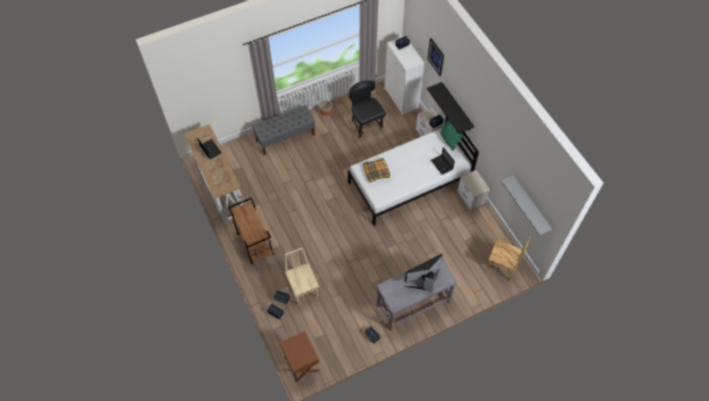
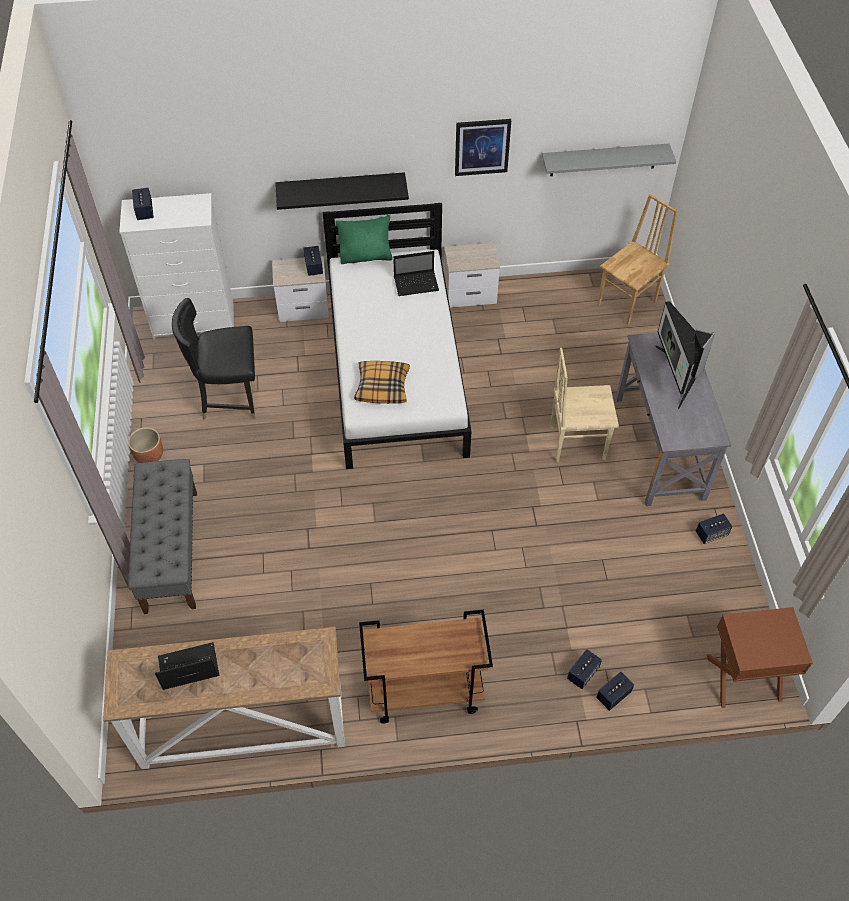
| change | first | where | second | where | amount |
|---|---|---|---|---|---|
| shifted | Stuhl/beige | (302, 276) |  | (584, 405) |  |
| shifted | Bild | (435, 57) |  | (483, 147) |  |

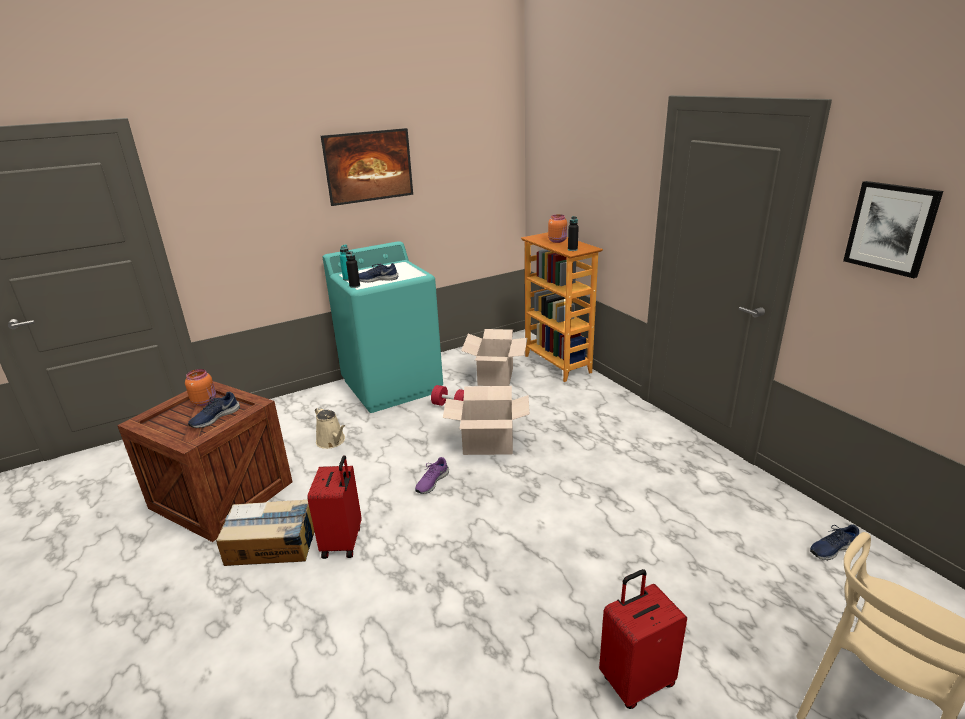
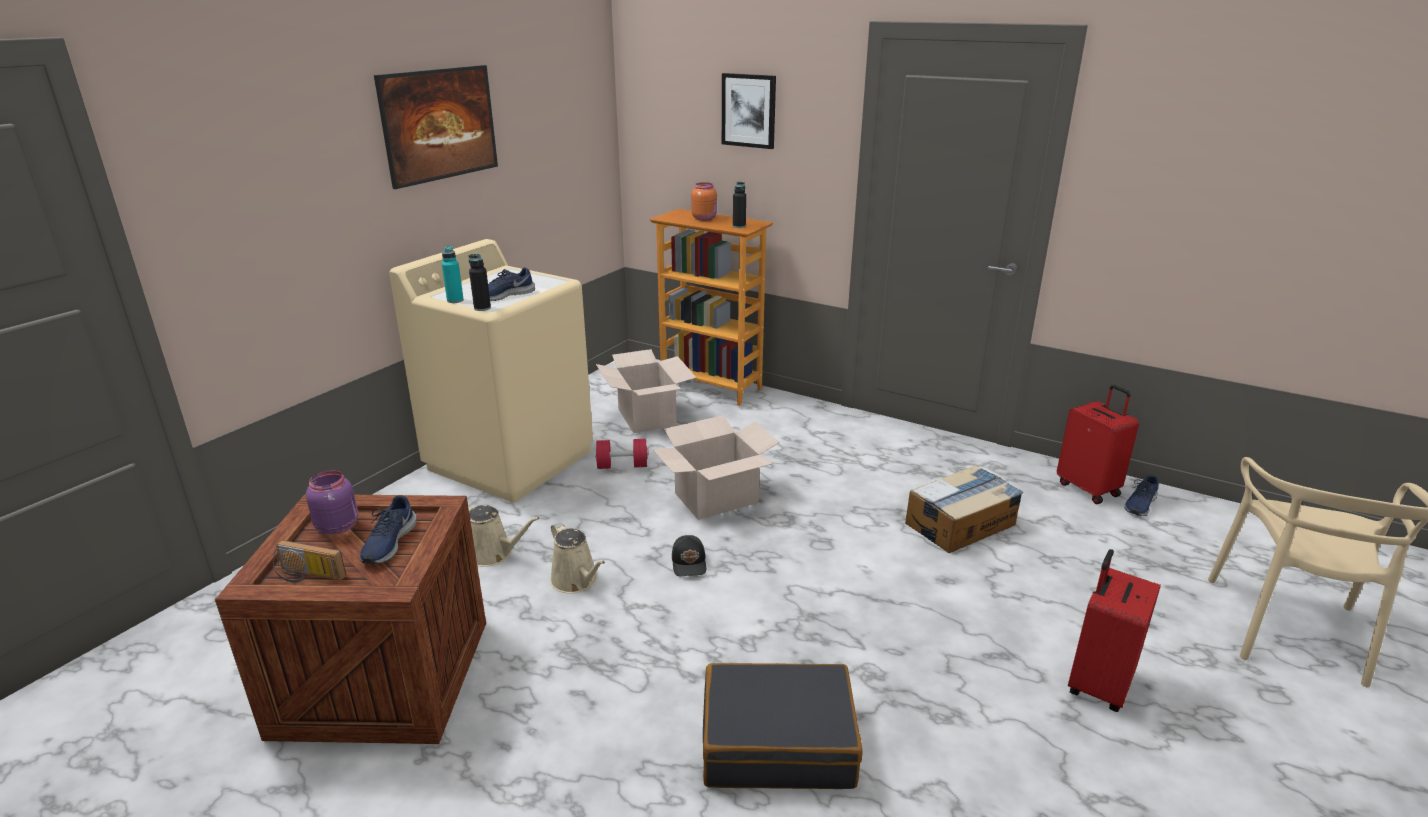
| change | first | where | second | where | amount |
|---|---|---|---|---|---|
| new |  |  | Radio | (309, 561) |  |
| new |  |  | Gießkanne/beige | (577, 557) |  |
| new |  |  | Koffer/schwarz | (783, 726) |  |
| shifted | Karton | (265, 532) |  | (964, 509) |  |
| shifted | Koffer/rot | (334, 507) |  | (1098, 444) |  |
| shifted | Bild | (893, 229) |  | (749, 111) |  |
| swapped | Schuh/lila | (432, 475) | Kappe/schwarz | (689, 555) |  |
| repainted | Vorratsglas/orange | (200, 387) | Vorratsglas/lila | (332, 503) |  |
| repainted | Waschmaschine/türkis | (383, 327) | Waschmaschine/beige | (491, 370) |  |

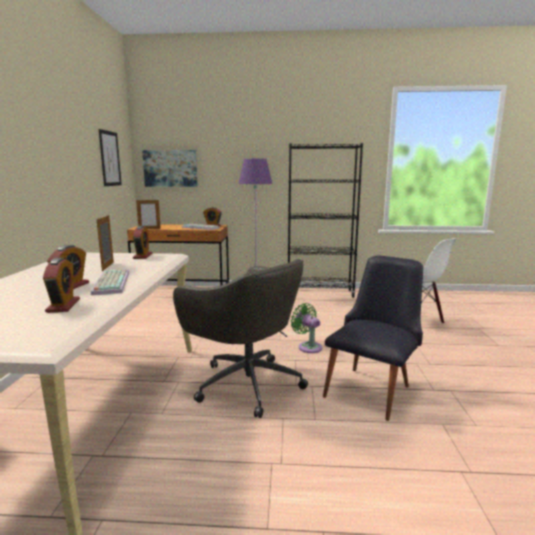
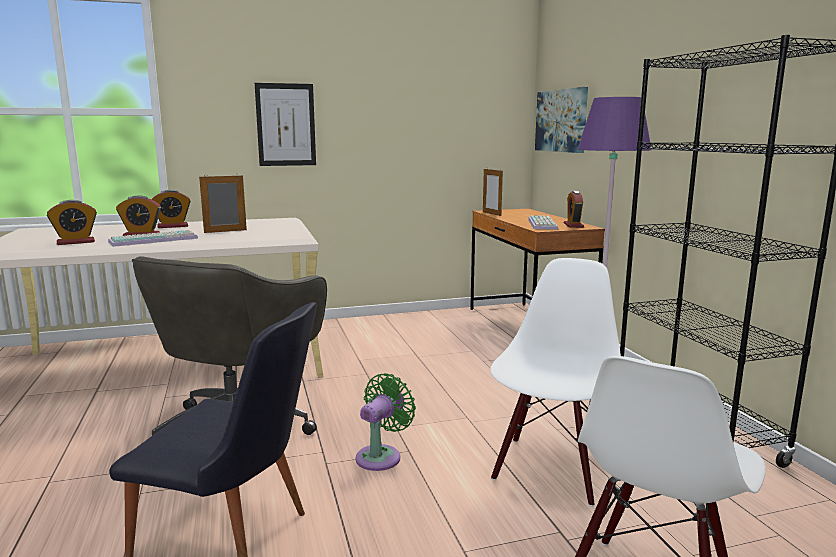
| change | first | where | second | where | amount |
|---|---|---|---|---|---|
| new |  |  | Stuhl/weiß | (555, 382) |  |
| shifted | Bild | (110, 157) |  | (285, 124) |  |
| shifted | Wecker | (142, 242) |  | (171, 209) |  |

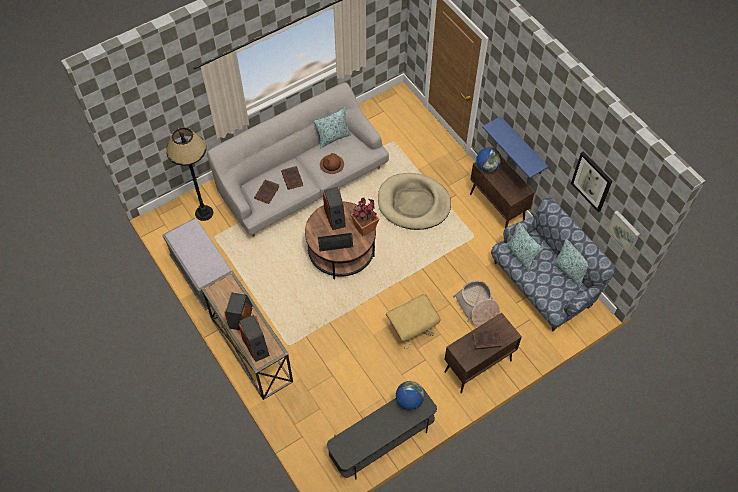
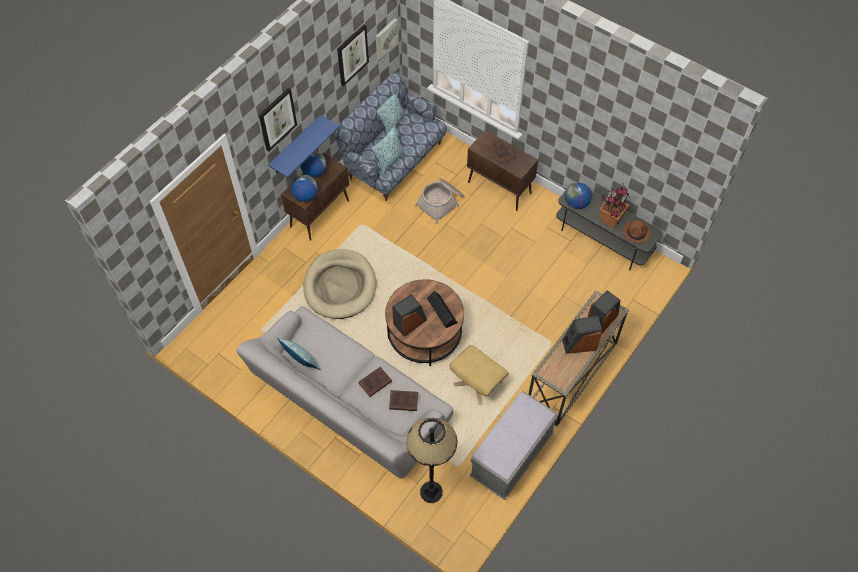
| change | first | where | second | where | amount |
|---|---|---|---|---|---|
| new |  |  | Bild | (278, 119) |  |
| new |  |  | Globus | (313, 164) |  |
| shifted | Hut/braun | (332, 163) |  | (636, 231) |  |
| shifted | Topfpflanze | (364, 216) |  | (615, 206) |  |
| shifted | Polsterhocker/beige | (413, 321) |  | (479, 375) |  |

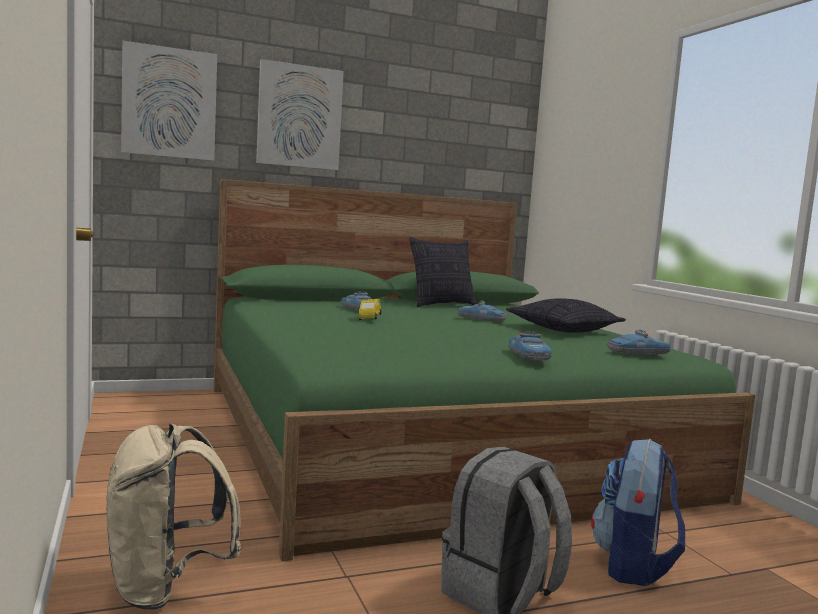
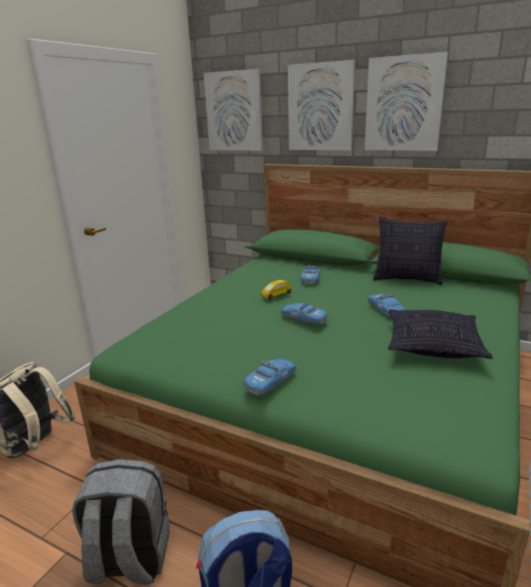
| change | first | where | second | where | amount |
|---|---|---|---|---|---|
| new |  |  | Bild | (406, 101) |  |
| shifted | Spielzeugauto | (639, 342) |  | (304, 313) |  |

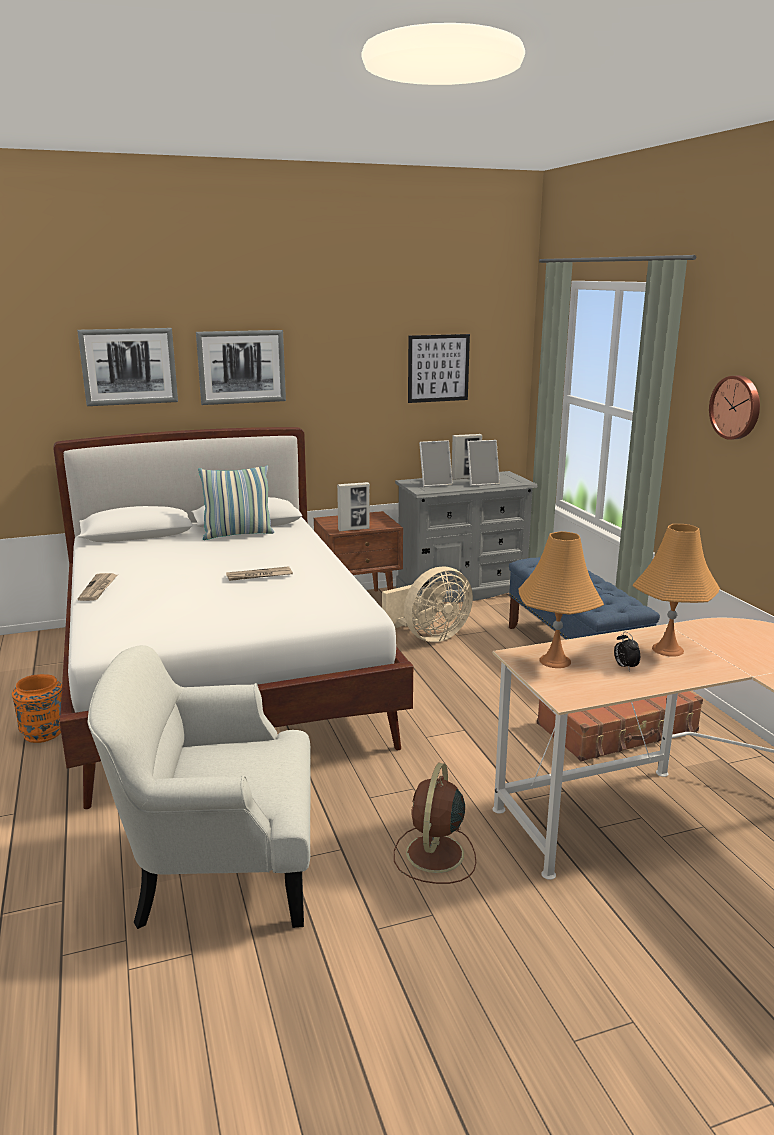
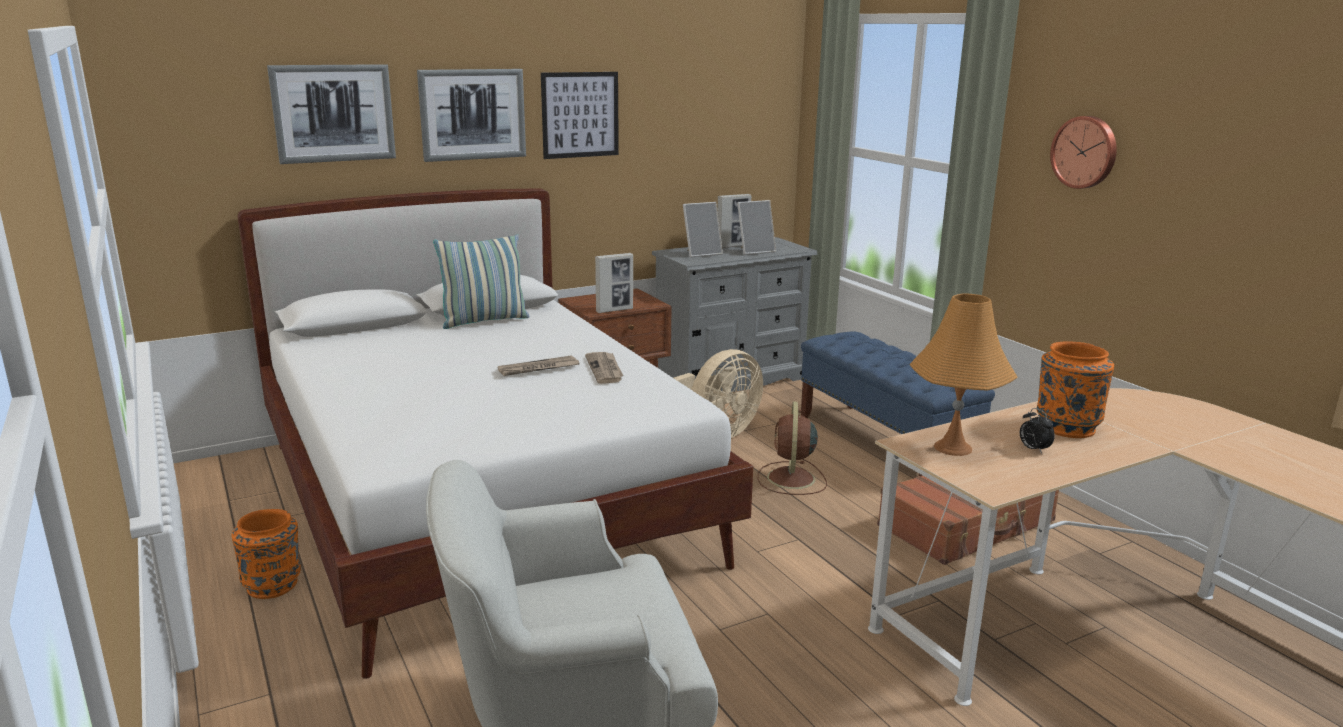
| change | first | where | second | where | amount |
|---|---|---|---|---|---|
| shifted | Zeitung | (97, 587) |  | (604, 368) |  |
| shifted | Ventilator/braun | (435, 823) |  | (792, 448) |  |
| shifted | Bild | (439, 368) |  | (580, 115) |  |
| swapped | Tischlampe/orange | (676, 590) | Vase/orange | (1075, 389) |  |

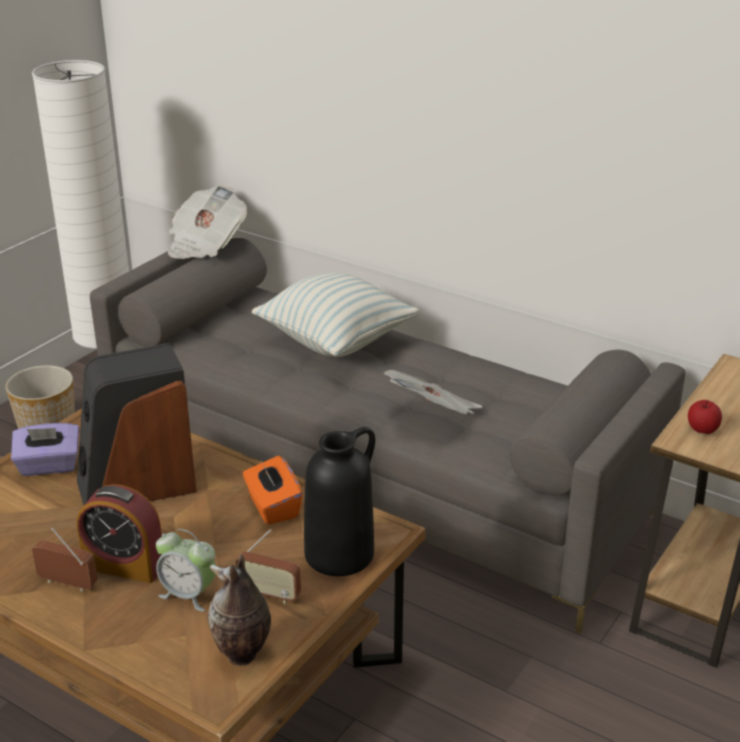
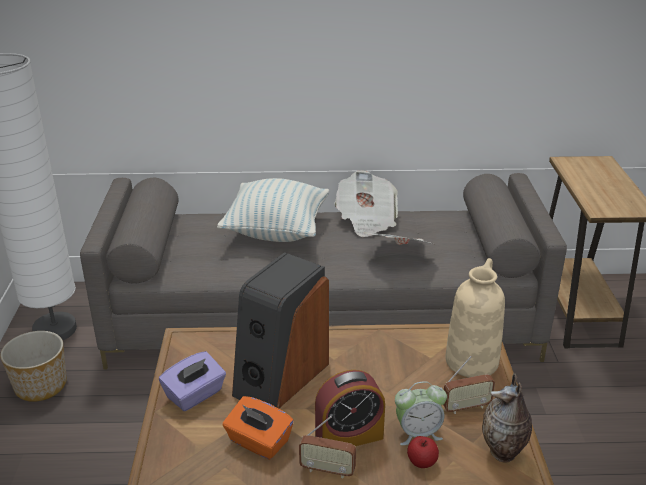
| change | first | where | second | where | amount |
|---|---|---|---|---|---|
| shifted | Zeitung | (207, 222) |  | (366, 203) |  |
| shifted | Taschentuchbox/orange | (273, 490) |  | (258, 428) |  |
| shifted | Apfel | (705, 417) |  | (423, 452) |  |
| repainted | Vase/schwarz | (339, 501) | Vase/beige | (475, 317) |  |
| rotated | Radio | (65, 559) |  | (327, 447) | 150 degrees counterclockwise |

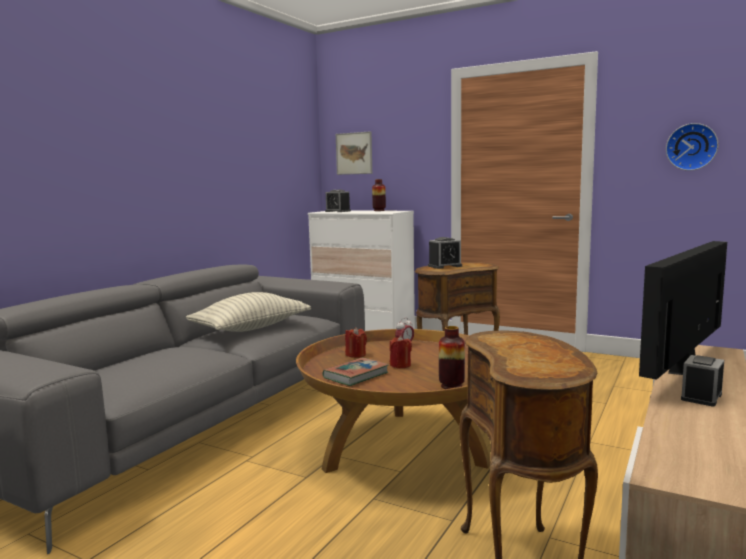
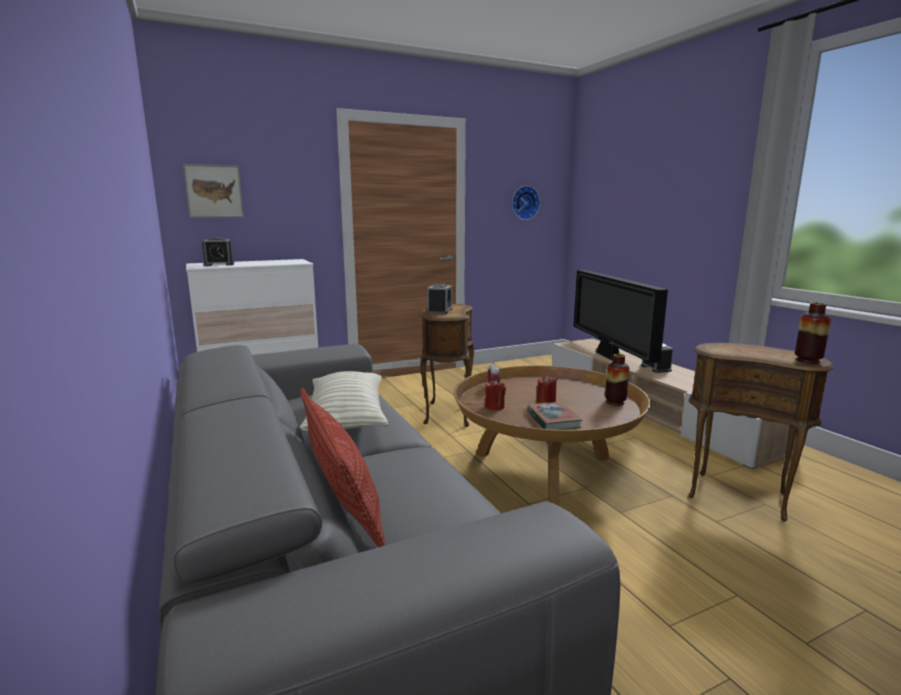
| change | first | where | second | where | amount |
|---|---|---|---|---|---|
| new |  |  | Kissen | (343, 467) |  |
| shifted | Vase | (379, 195) |  | (813, 333) |  |

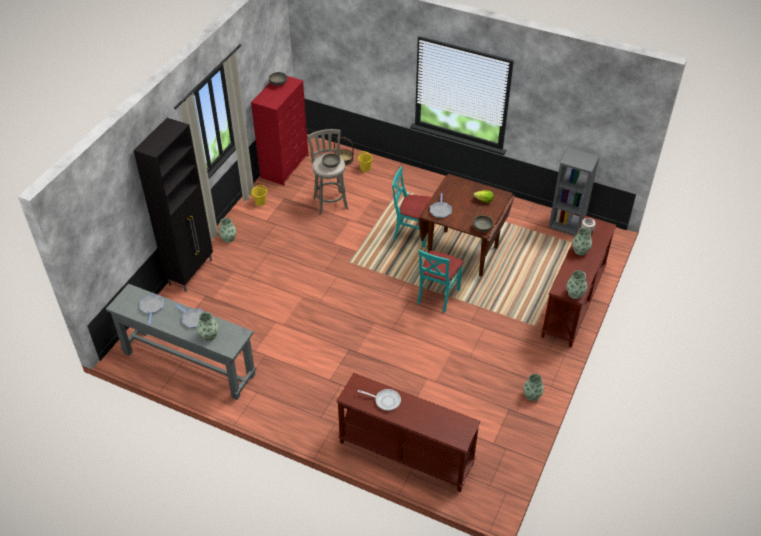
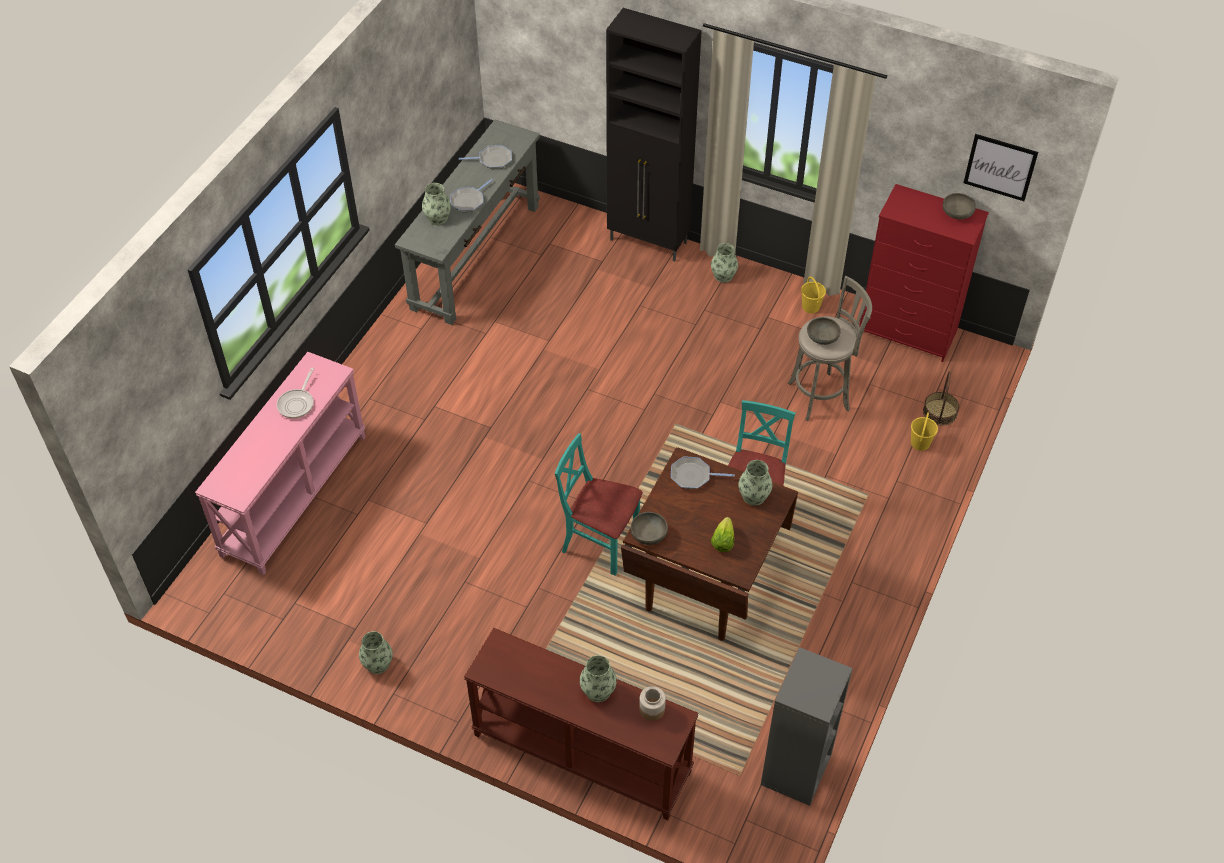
| change | first | where | second | where | amount |
|---|---|---|---|---|---|
| new |  |  | Bild | (1001, 167) |  |
| shifted | Vase | (577, 284) |  | (756, 483) |  |
| repainted | Konsolentisch/braun | (408, 432) | Konsolentisch/rosa | (280, 463) |  |

